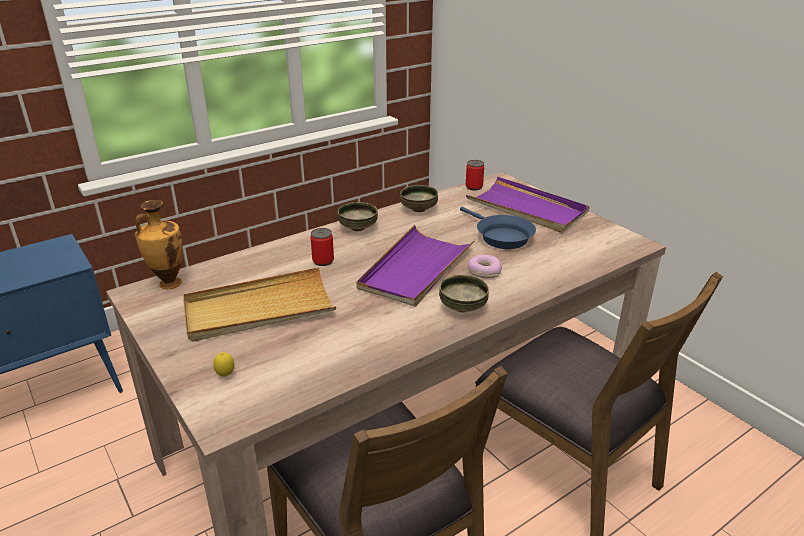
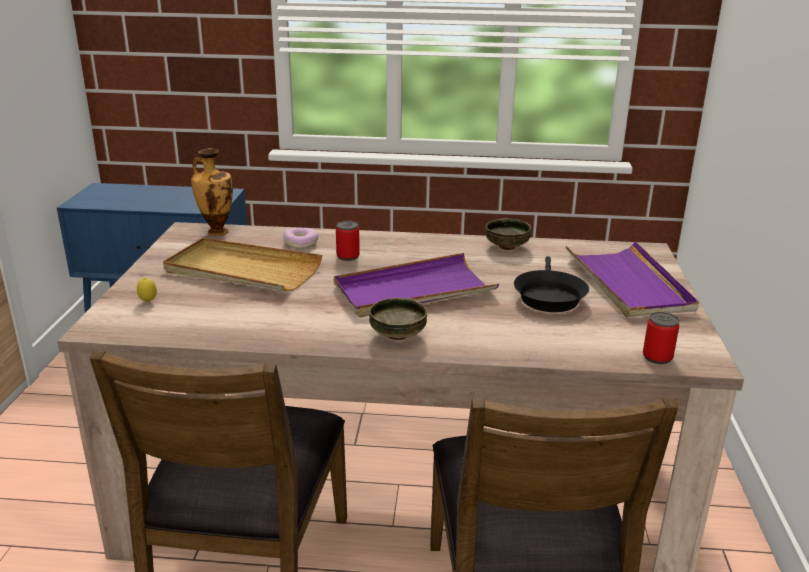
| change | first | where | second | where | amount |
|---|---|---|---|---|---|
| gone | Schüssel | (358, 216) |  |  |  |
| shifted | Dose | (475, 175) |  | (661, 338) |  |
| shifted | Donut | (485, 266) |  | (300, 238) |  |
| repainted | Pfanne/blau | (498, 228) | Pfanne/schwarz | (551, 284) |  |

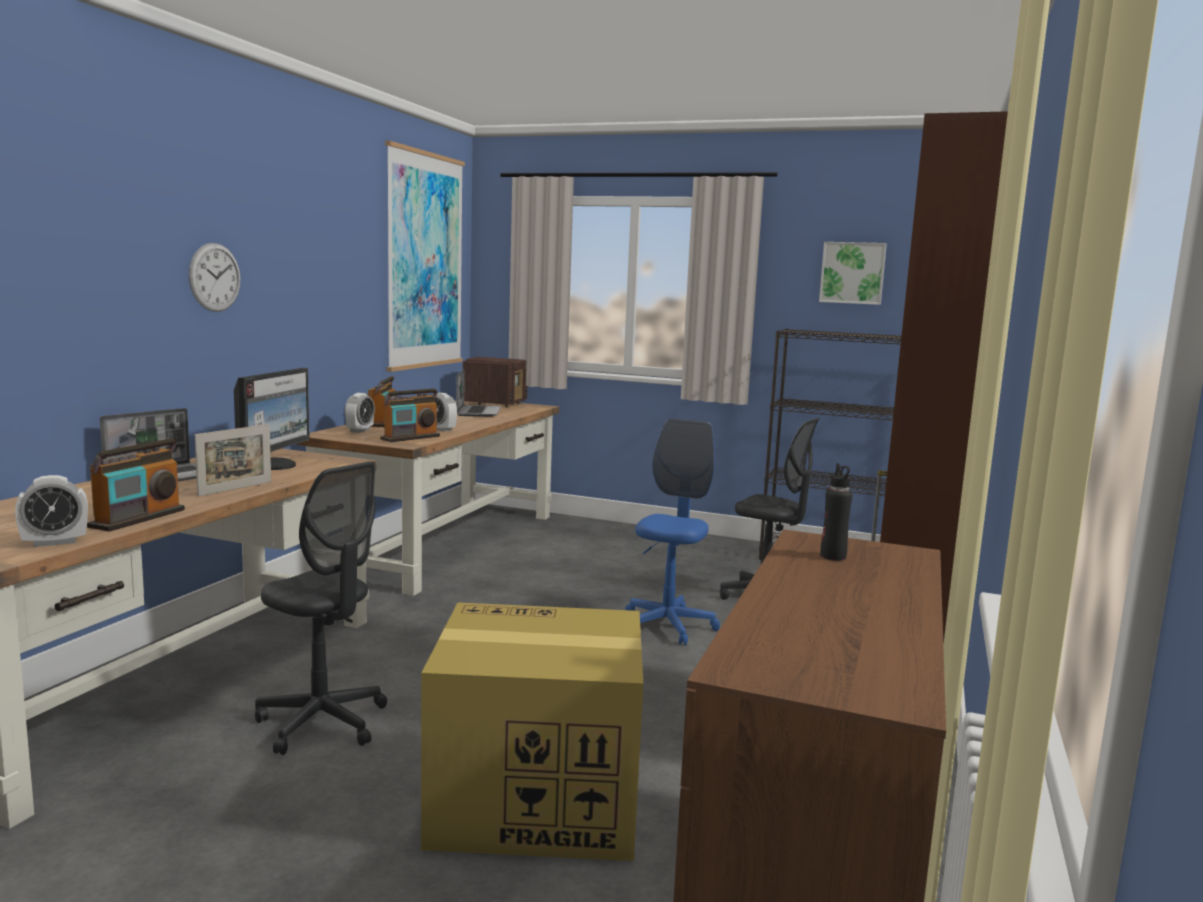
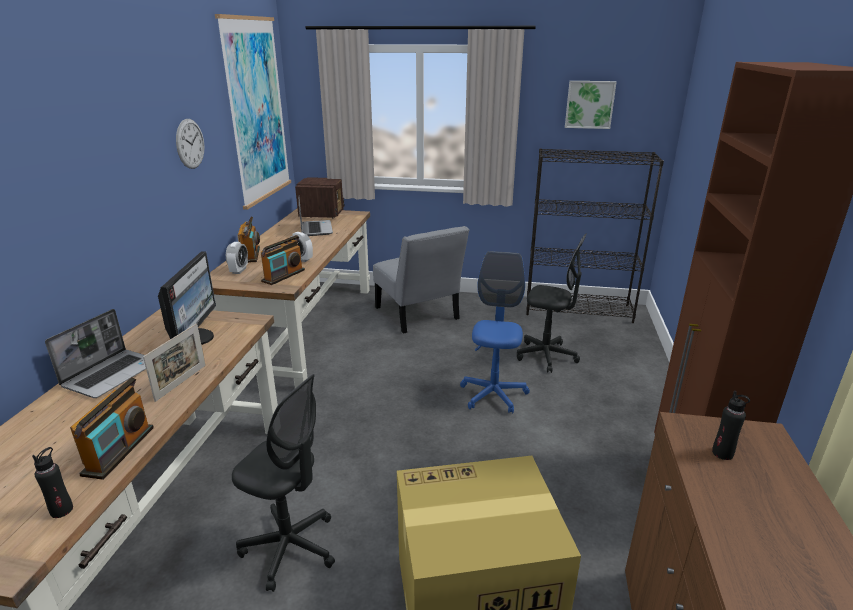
| change | first | where | second | where | amount |
|---|---|---|---|---|---|
| new |  |  | Stuhl/grau | (421, 280) |  |
| shifted | Wanduhr | (215, 277) |  | (190, 144) |  |
| swapped | Wecker | (51, 511) | Flasche/schwarz | (52, 482) |  |

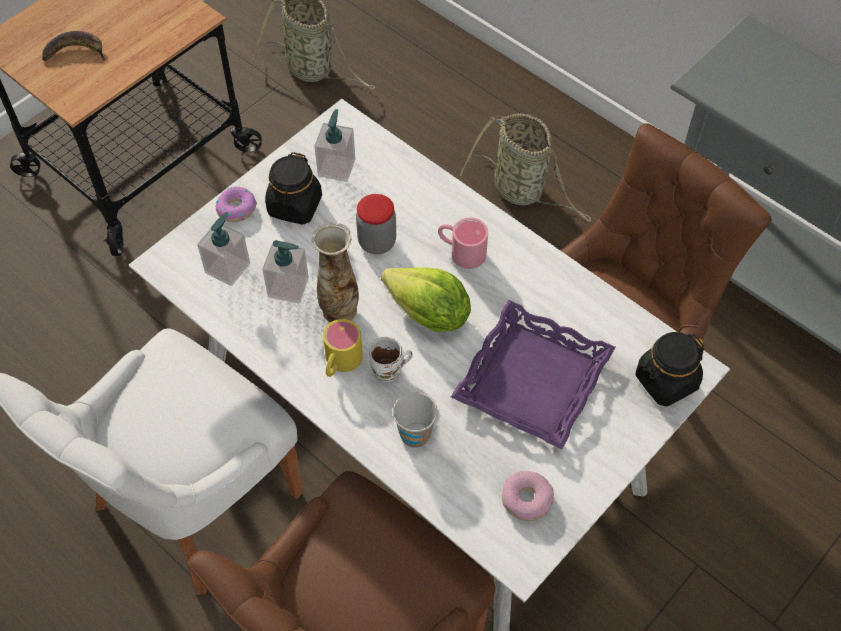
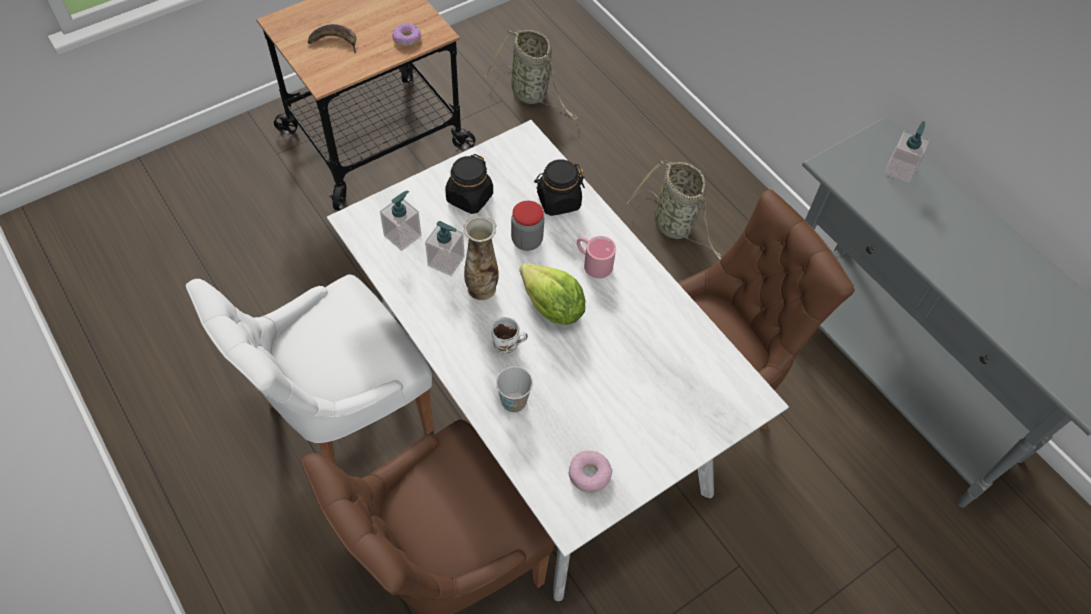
| change | first | where | second | where | amount |
|---|---|---|---|---|---|
| gone | Henkelbecher/gelb | (343, 348) |  |  |  |
| gone | Tablett/lila | (533, 374) |  |  |  |
| shifted | Donut | (236, 204) |  | (406, 34) |  |
| shifted | Seifenspender | (334, 145) |  | (907, 152) |  |
| shifted | Vorratsglas/schwarz | (670, 369) |  | (559, 187) |  |

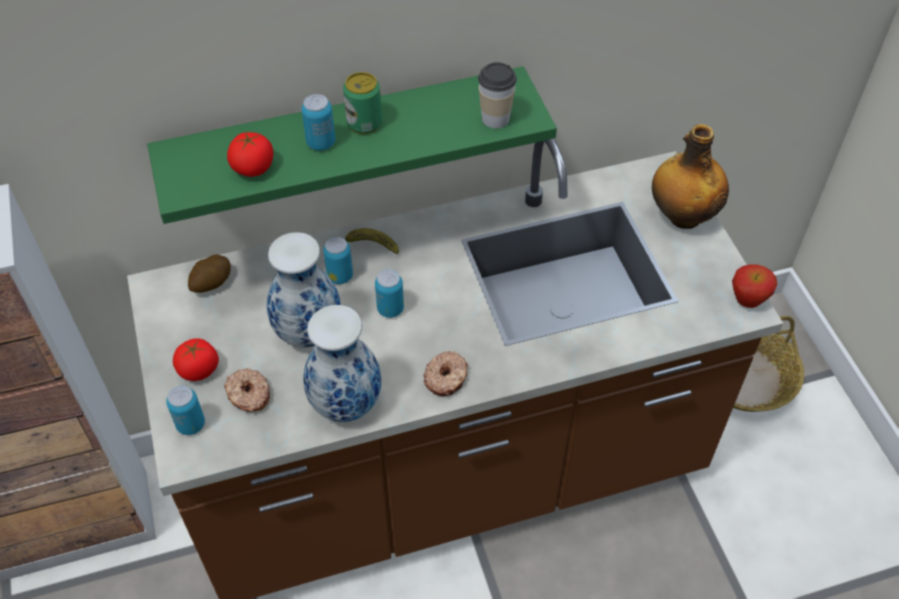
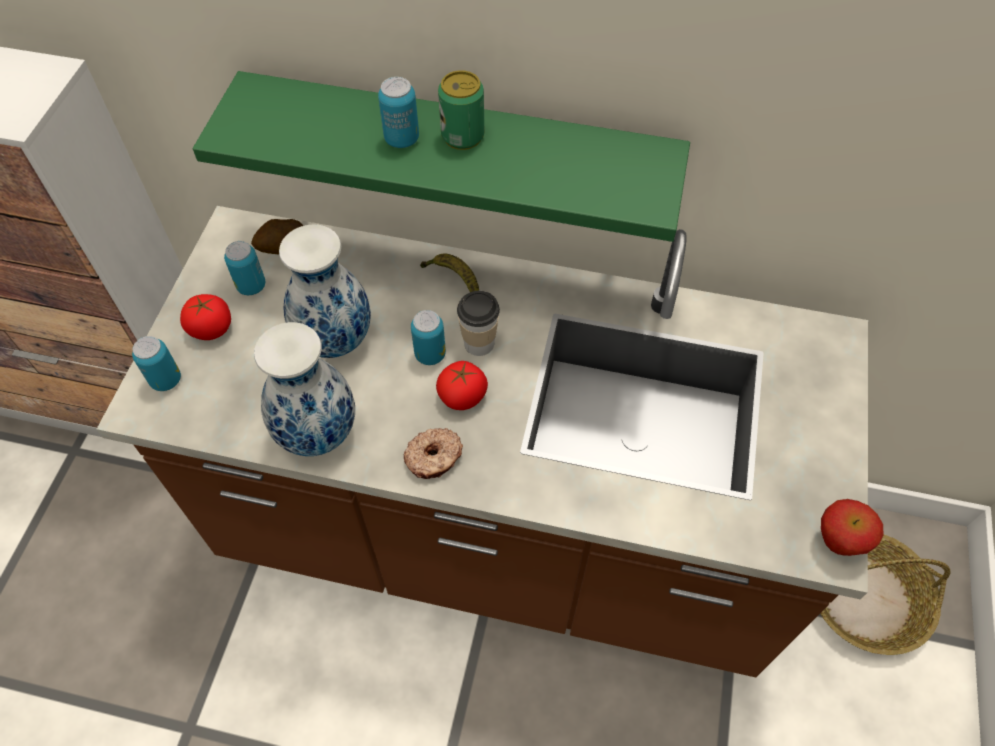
| change | first | where | second | where | amount |
|---|---|---|---|---|---|
| gone | Donut | (247, 390) |  |  |  |
| gone | Flasche | (690, 176) |  |  |  |
| shifted | Tomate | (250, 154) |  | (462, 385) |  |
| shifted | Dose | (338, 260) |  | (244, 268) |  |
| shifted | Tasse | (497, 95) |  | (478, 323) |  |

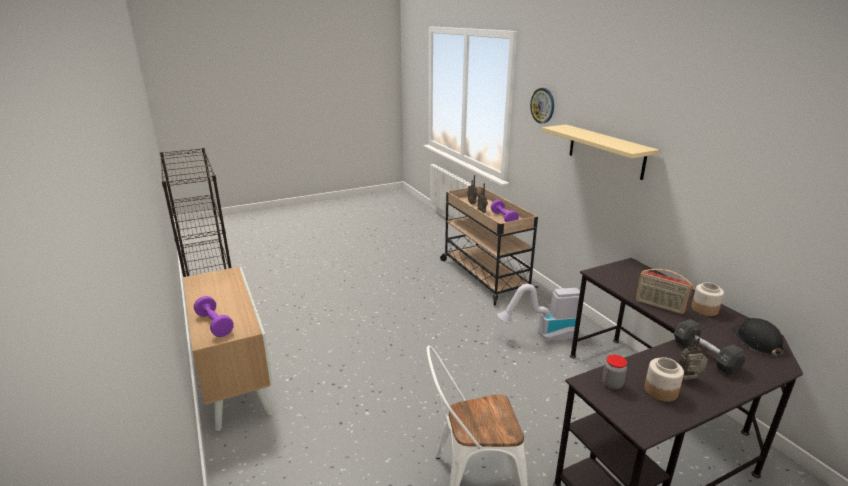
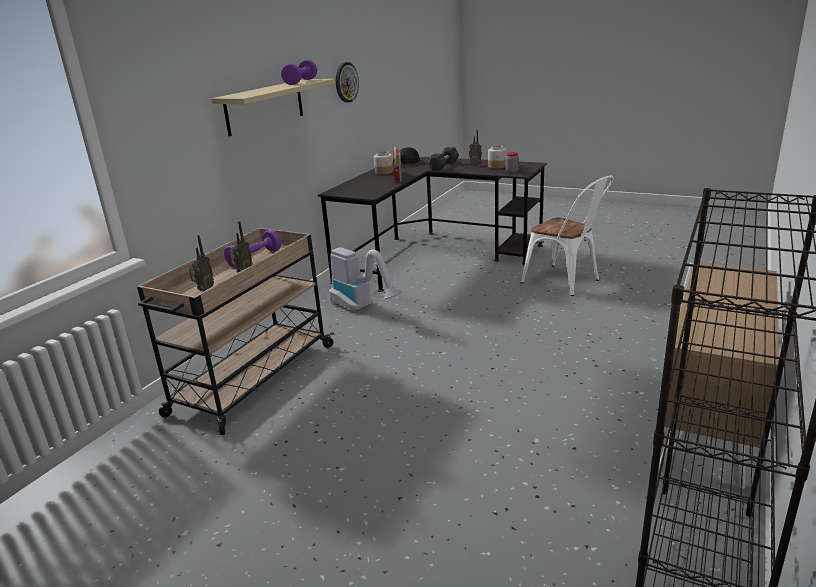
| change | first | where | second | where | amount |
|---|---|---|---|---|---|
| shifted | Hantel/lila | (214, 316) |  | (299, 72) |  |
| shifted | Wanduhr | (542, 106) |  | (347, 82) |  |

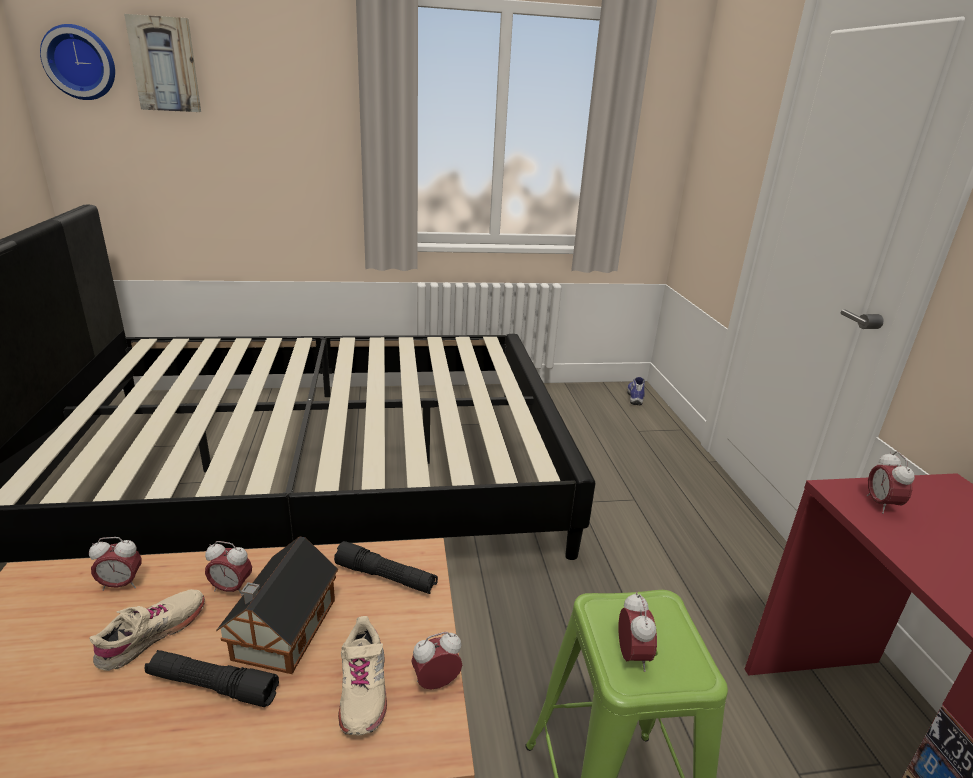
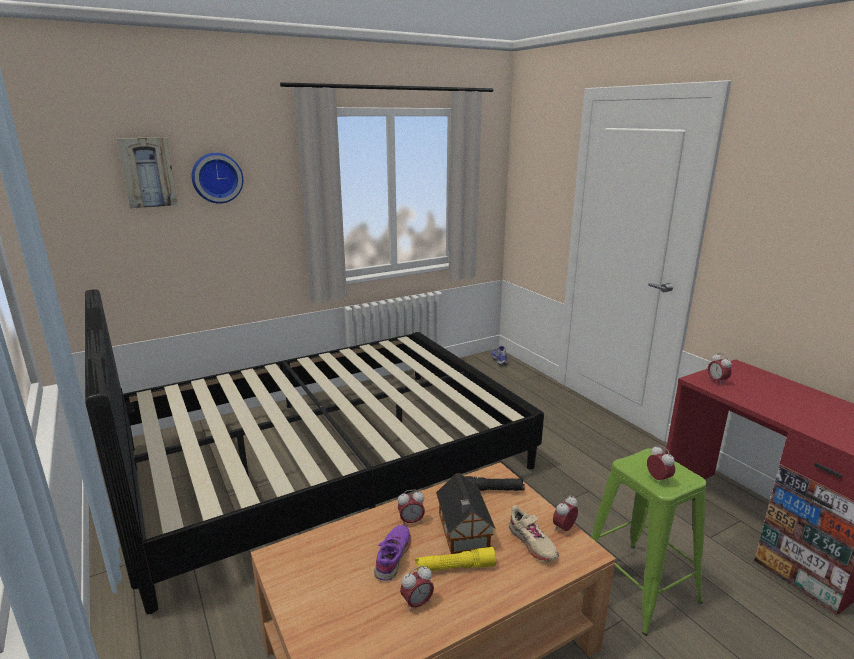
| change | first | where | second | where | amount |
|---|---|---|---|---|---|
| shifted | Wanduhr | (77, 62) |  | (217, 178) |  |
| shifted | Wecker | (115, 564) |  | (417, 589) |  |
| repainted | Schuh/beige | (147, 630) | Schuh/lila | (392, 553) |  |
| repainted | Taschenlampe/schwarz | (211, 678) | Taschenlampe/gelb | (455, 559) |  |

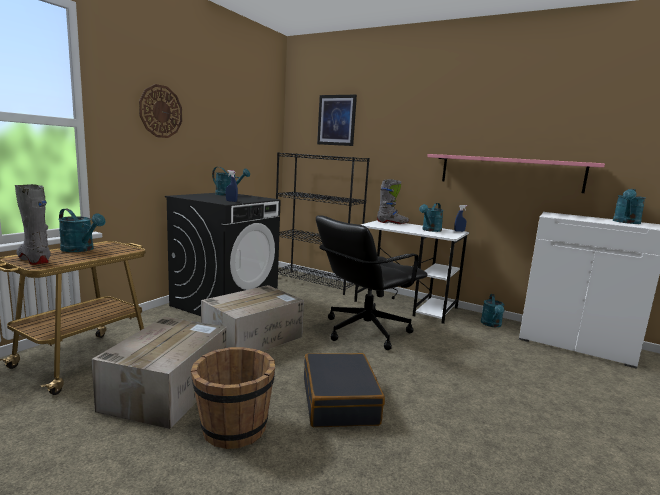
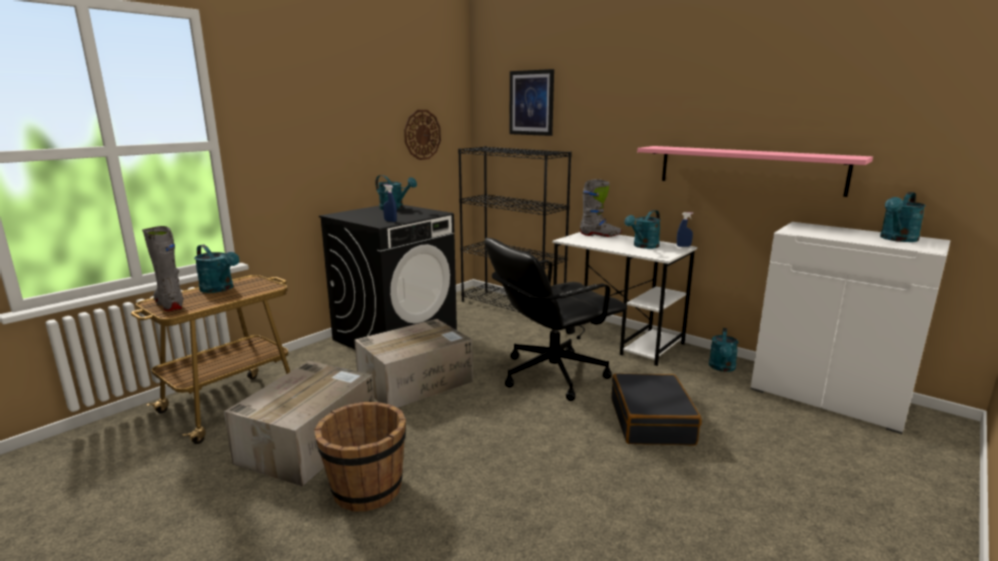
| change | first | where | second | where | amount |
|---|---|---|---|---|---|
| shifted | Wanduhr | (160, 111) |  | (422, 135) |  |
| shifted | Koffer/schwarz | (344, 390) |  | (656, 409) |  |

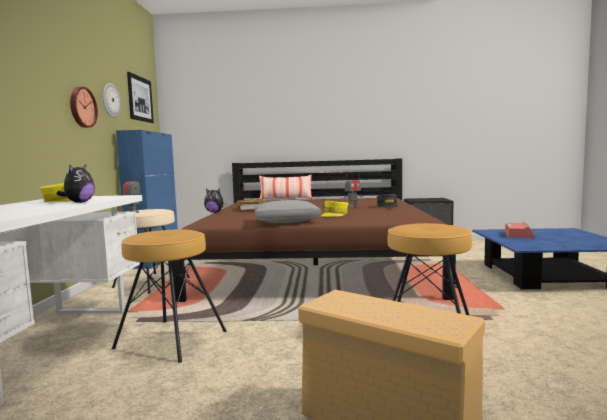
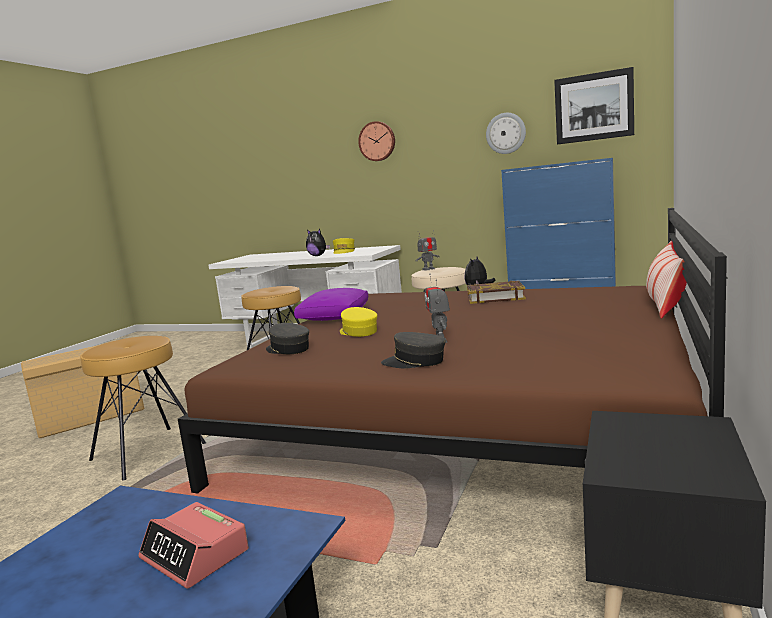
| change | first | where | second | where | amount |
|---|---|---|---|---|---|
| new |  |  | Kappe/grau | (287, 338) |  |
| shifted | Wanduhr | (84, 107) |  | (376, 141) |  |
| repainted | Kissen/grau | (288, 211) | Kissen/lila | (331, 304) |  |

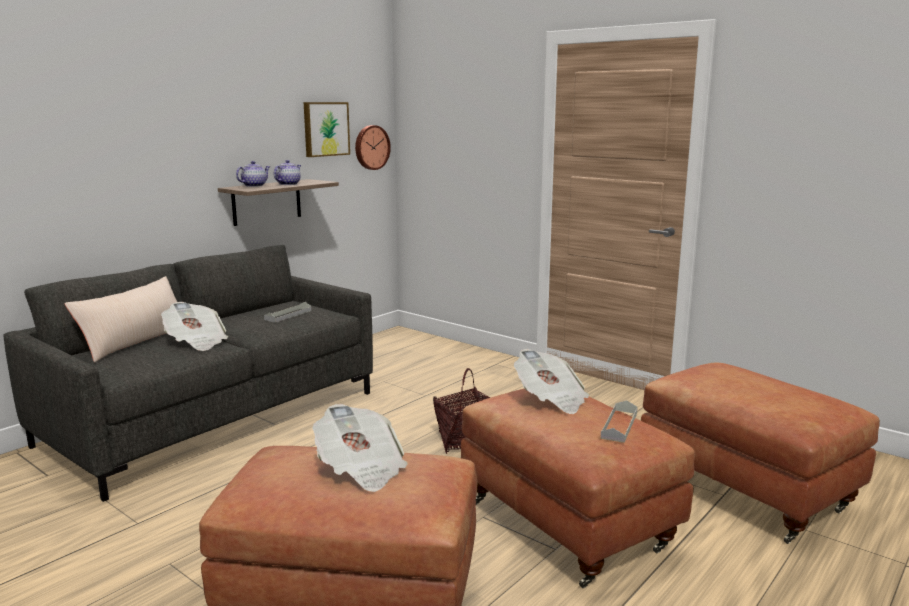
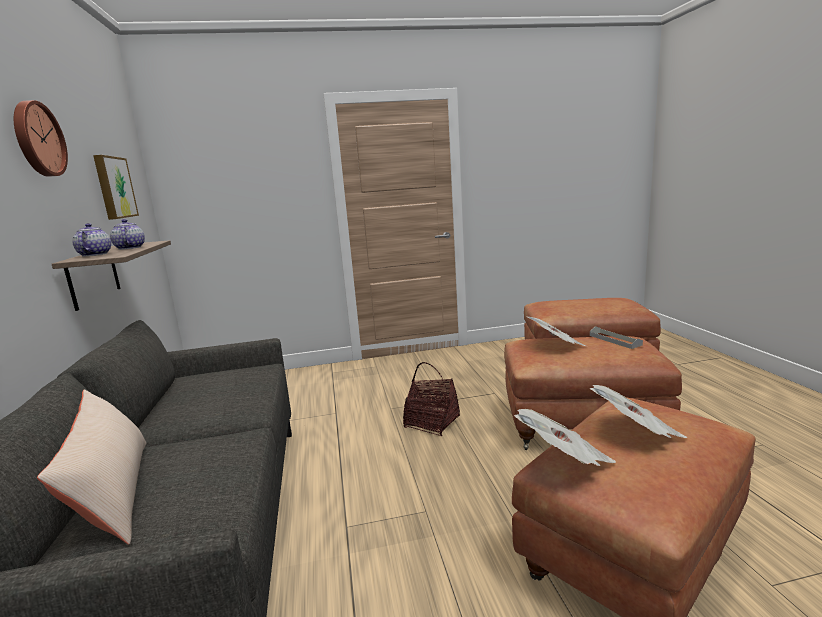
| change | first | where | second | where | amount |
|---|---|---|---|---|---|
| gone | Tablett/grau | (287, 312) |  |  |  |
| shifted | Zeitung | (194, 326) |  | (565, 437) |  |
| shifted | Wanduhr | (373, 147) |  | (41, 138) |  |

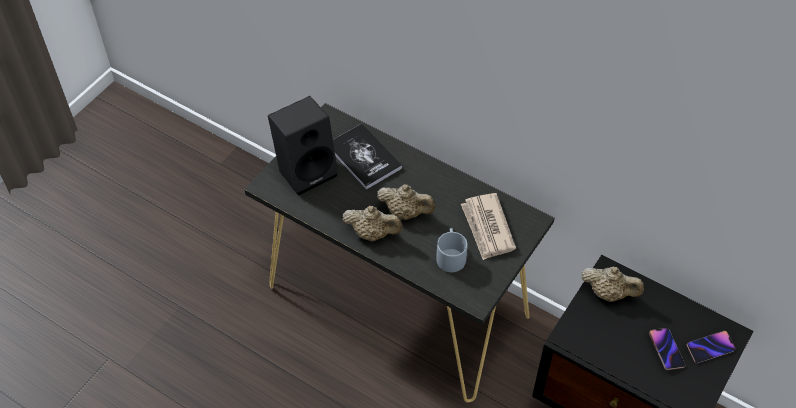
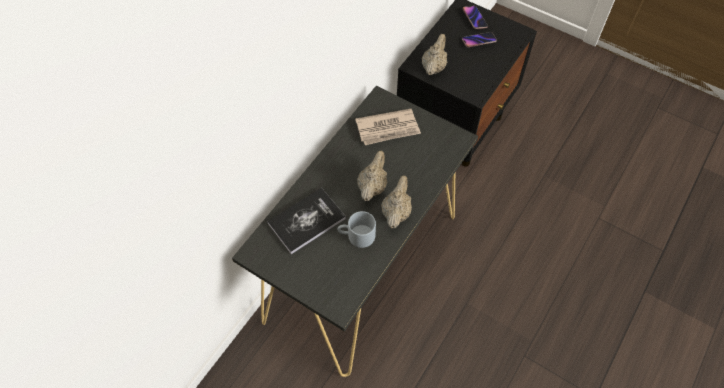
| change | first | where | second | where | amount |
|---|---|---|---|---|---|
| gone | Lautsprecher/schwarz | (303, 146) |  |  |  |
| shifted | Henkelbecher/grau | (452, 250) |  | (357, 229) |  |

